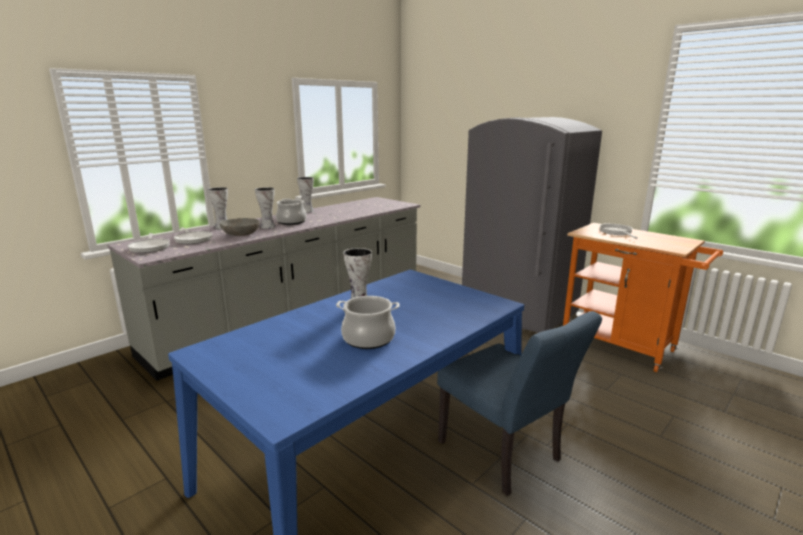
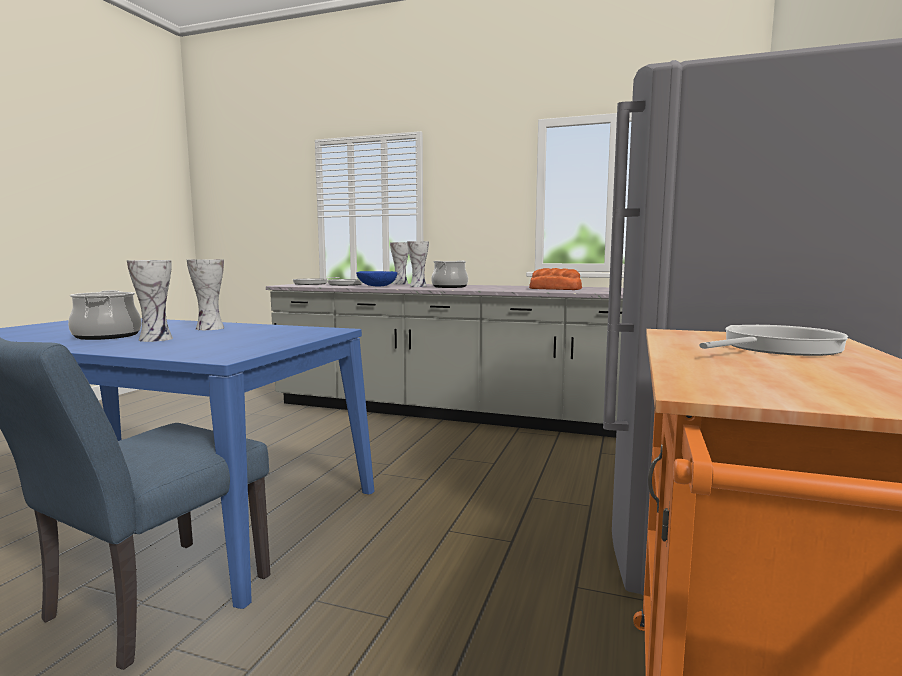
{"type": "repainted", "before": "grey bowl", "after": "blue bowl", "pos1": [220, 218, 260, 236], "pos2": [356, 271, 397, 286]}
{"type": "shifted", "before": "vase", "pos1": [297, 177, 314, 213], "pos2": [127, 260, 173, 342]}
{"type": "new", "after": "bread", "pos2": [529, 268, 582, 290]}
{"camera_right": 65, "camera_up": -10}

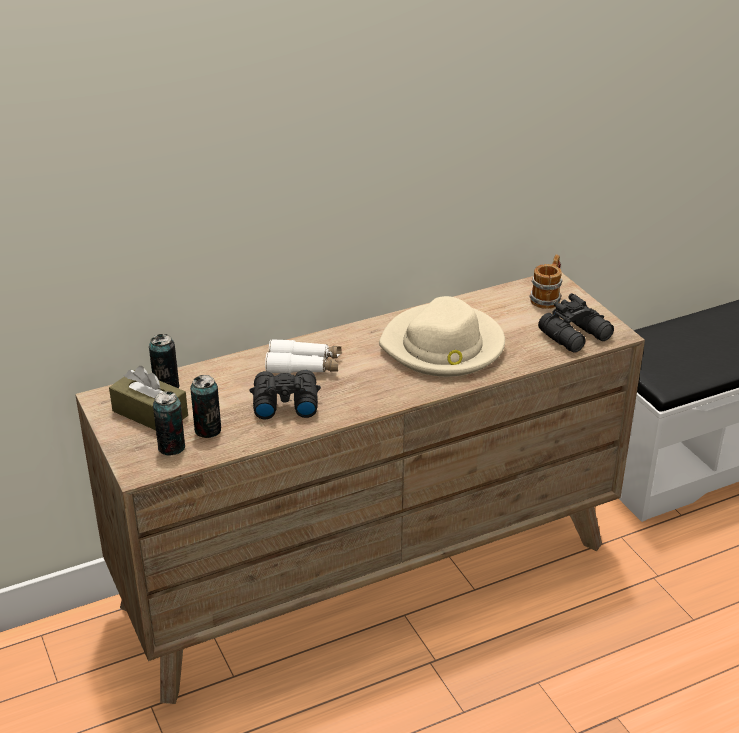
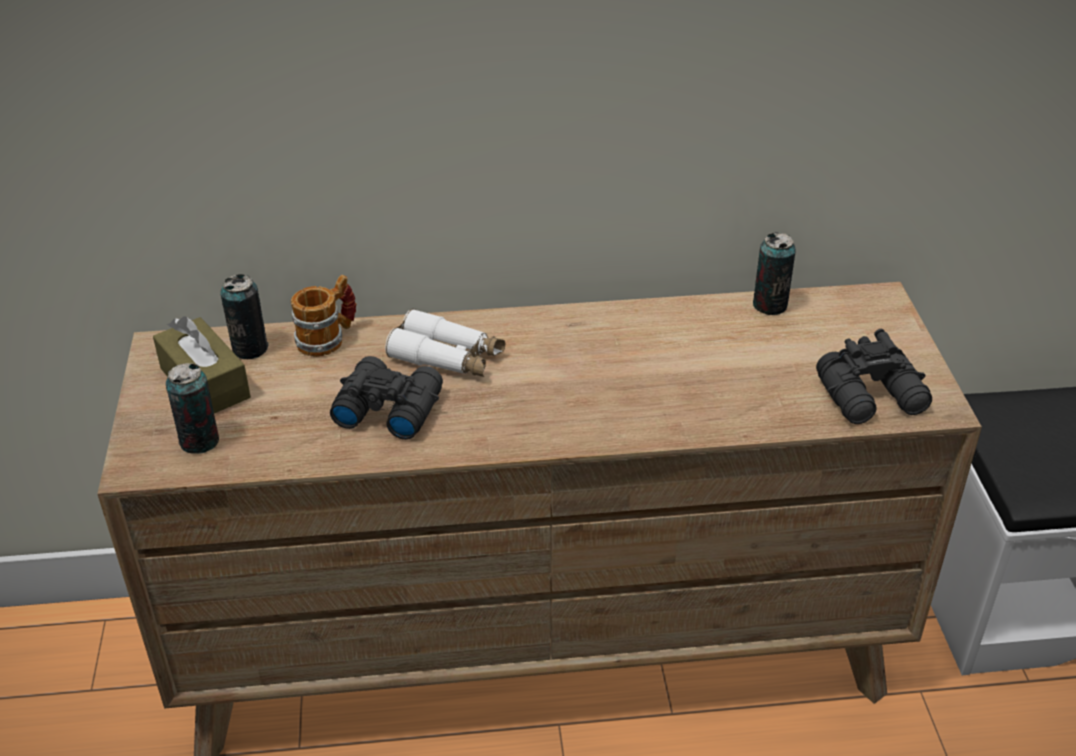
{"type": "shifted", "before": "can", "pos1": [190, 375, 221, 438], "pos2": [753, 232, 796, 315]}
{"type": "gone", "before": "beige hat", "pos1": [379, 296, 505, 377]}
{"type": "shifted", "before": "mug", "pos1": [529, 255, 563, 309], "pos2": [291, 275, 356, 357]}
{"camera_right": 20, "camera_up": 5}

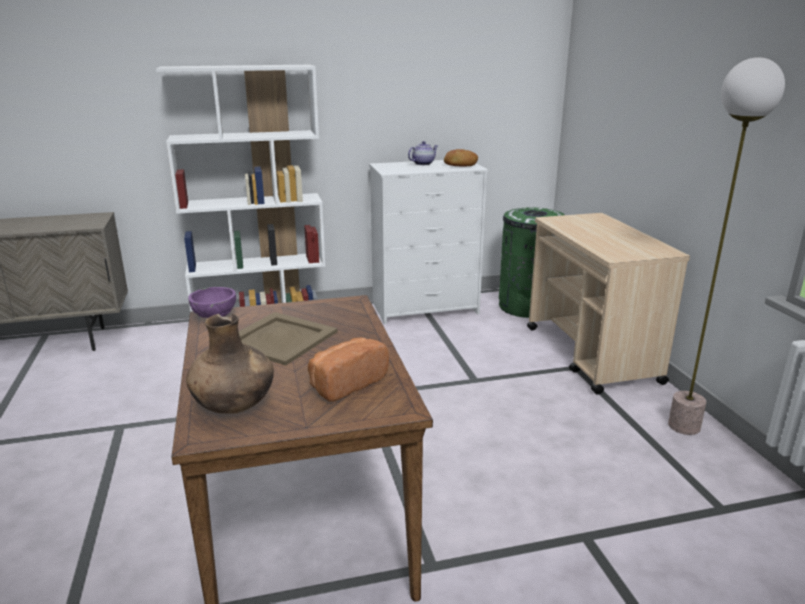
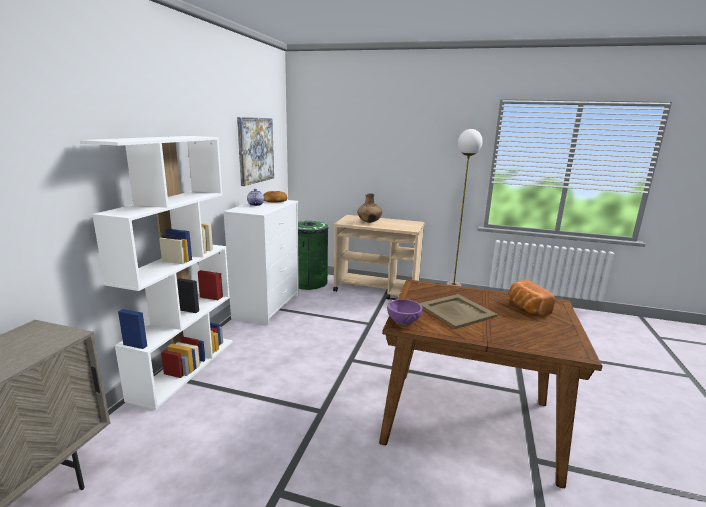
{"type": "shifted", "before": "brown vase", "pos1": [186, 314, 274, 414], "pos2": [357, 193, 382, 223]}
{"type": "new", "after": "picture", "pos2": [237, 117, 274, 186]}
{"camera_right": -60, "camera_up": -5}

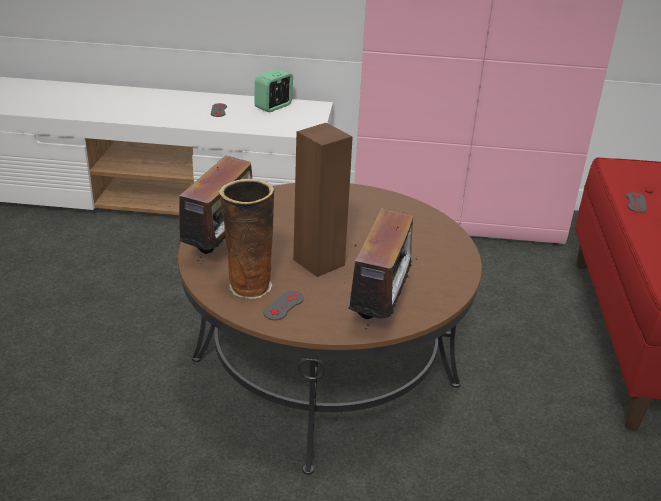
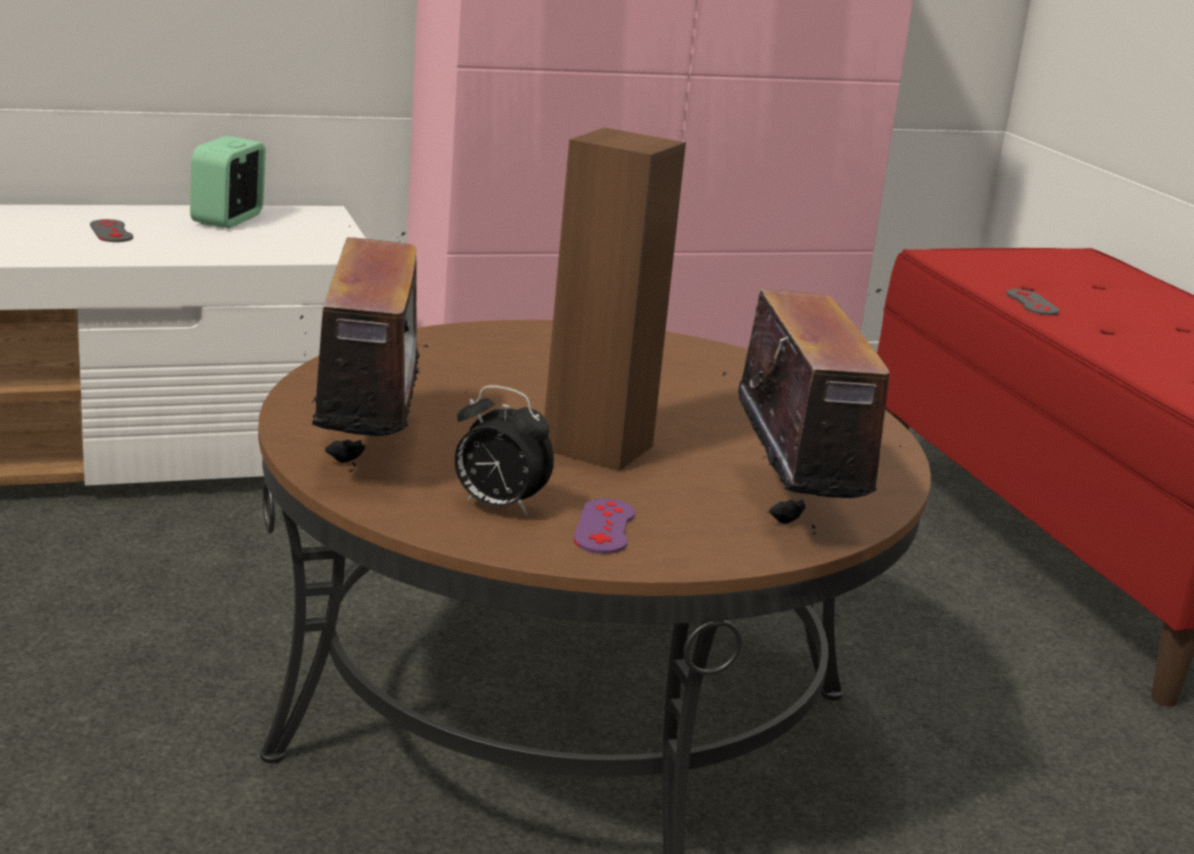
{"type": "swapped", "before": "vase", "after": "alarm clock", "pos1": [218, 179, 275, 299], "pos2": [455, 385, 554, 516]}
{"type": "repainted", "before": "grey game controller", "after": "purple game controller", "pos1": [263, 291, 304, 320], "pos2": [574, 498, 635, 554]}
{"camera_right": -25, "camera_up": -10}

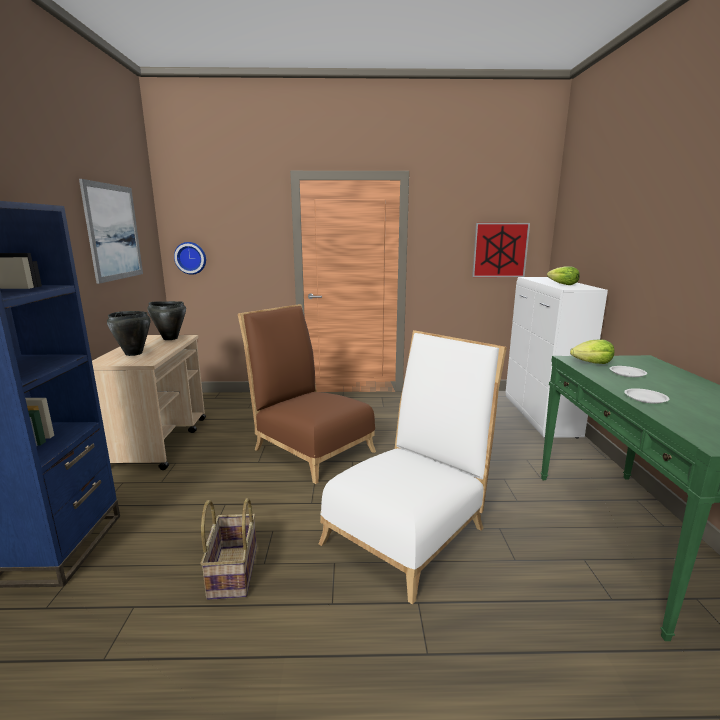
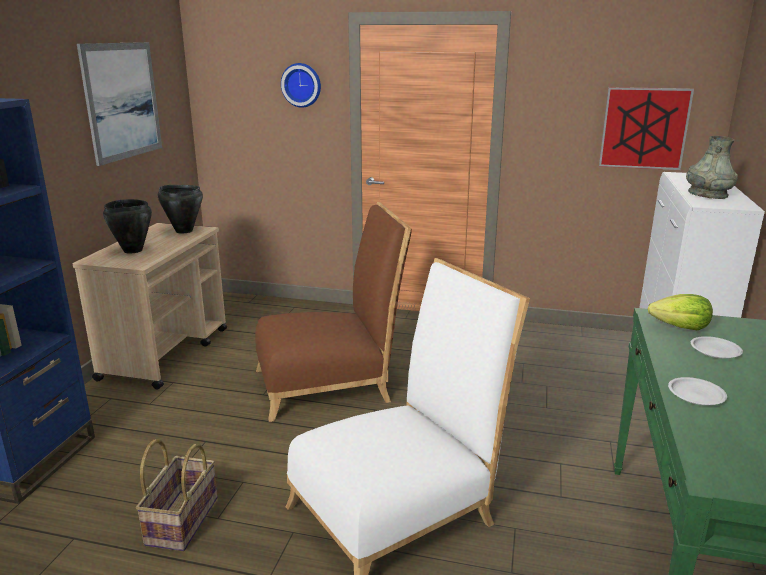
{"type": "shifted", "before": "wall clock", "pos1": [174, 242, 206, 275], "pos2": [281, 63, 321, 108]}
{"type": "rotated", "before": "brown chair", "pos1": [238, 304, 376, 484], "pos2": [255, 202, 412, 422], "turn": 105}
{"type": "swapped", "before": "lettuce", "after": "grey vase", "pos1": [547, 266, 580, 285], "pos2": [686, 136, 738, 199]}
{"camera_right": 15, "camera_up": 5}

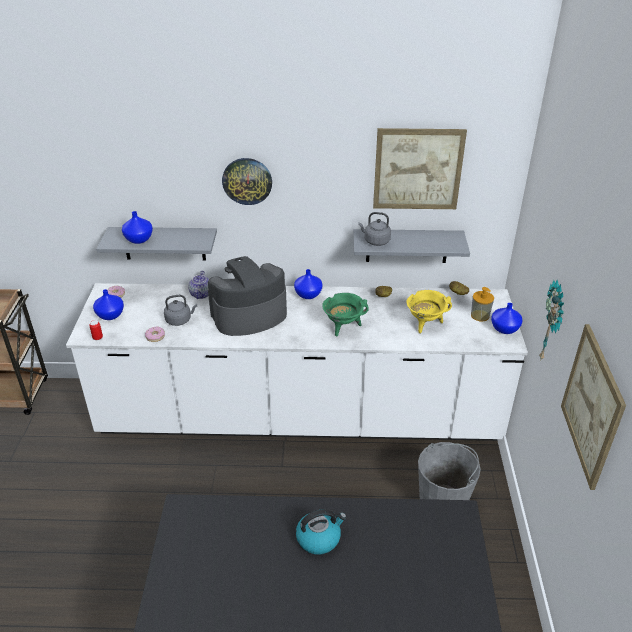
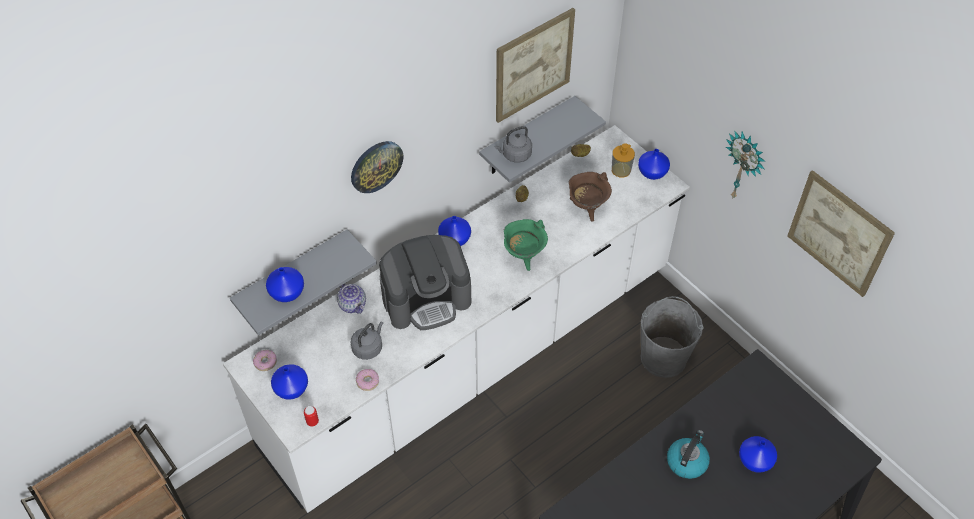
{"type": "rotated", "before": "coffee machine", "pos1": [208, 256, 287, 336], "pos2": [379, 235, 471, 330], "turn": -135}
{"type": "repainted", "before": "yellow cooking pot", "after": "brown cooking pot", "pos1": [406, 290, 452, 333], "pos2": [569, 172, 612, 222]}
{"type": "new", "after": "blue vase", "pos2": [739, 436, 777, 473]}
{"camera_right": -40, "camera_up": 15}

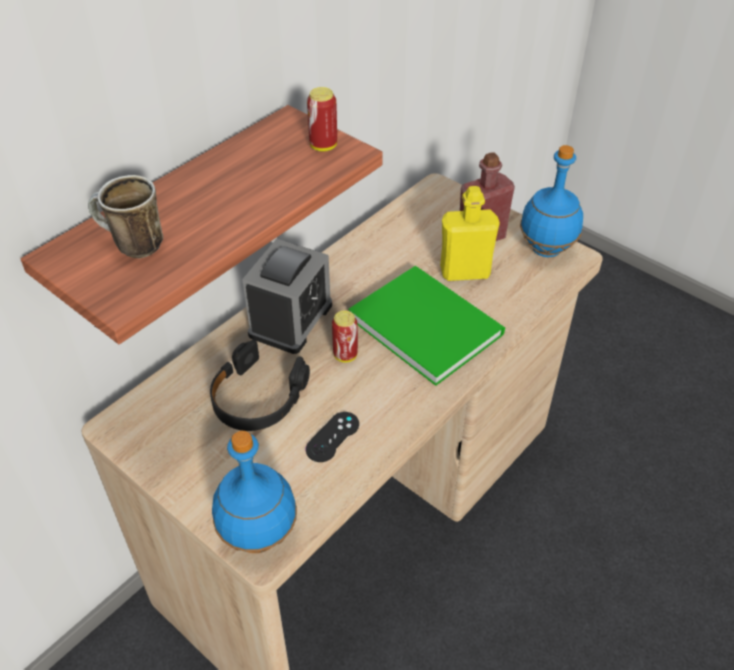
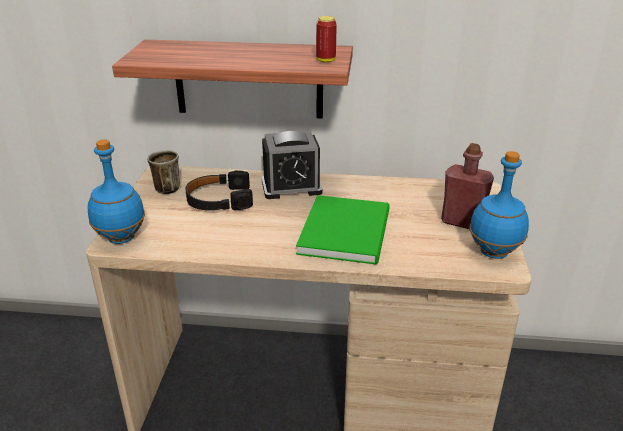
{"type": "shifted", "before": "mug", "pos1": [88, 175, 163, 258], "pos2": [147, 150, 180, 194]}
{"type": "gone", "before": "black game controller", "pos1": [306, 412, 359, 462]}
{"type": "gone", "before": "can", "pos1": [332, 311, 358, 363]}
{"type": "gone", "before": "yellow bottle", "pos1": [440, 186, 500, 281]}
{"camera_right": 55, "camera_up": -15}

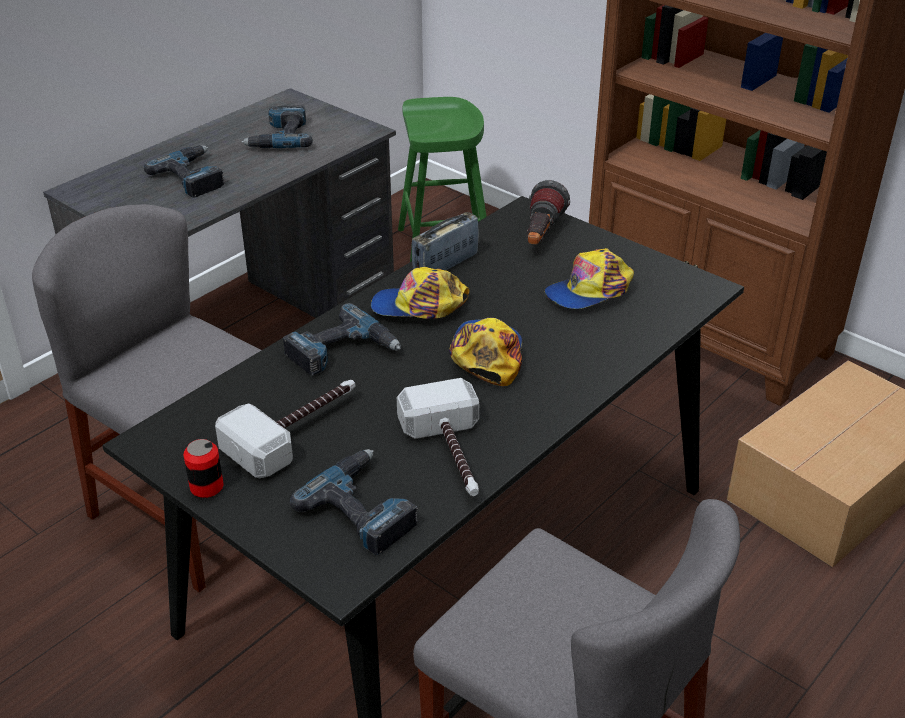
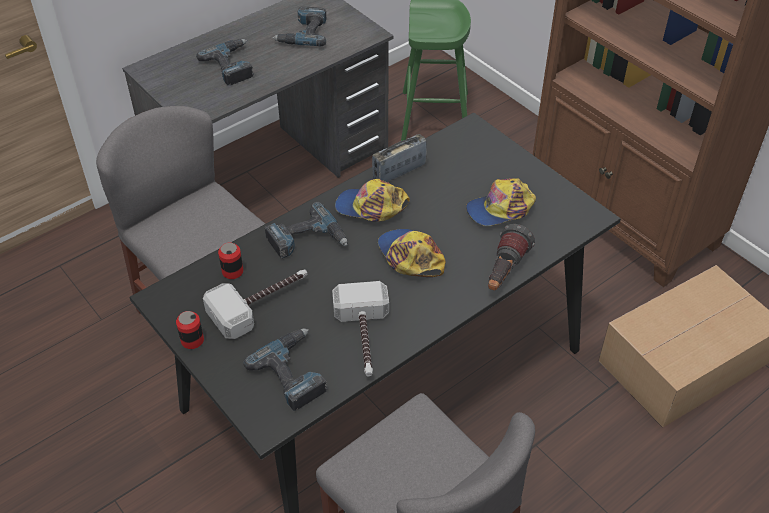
{"type": "rotated", "before": "cap", "pos1": [449, 318, 522, 386], "pos2": [378, 229, 446, 277], "turn": -45}
{"type": "shifted", "before": "flashlight", "pos1": [527, 180, 570, 245], "pos2": [488, 224, 535, 291]}
{"type": "new", "after": "can", "pos2": [218, 243, 243, 279]}
{"camera_right": 10, "camera_up": 10}

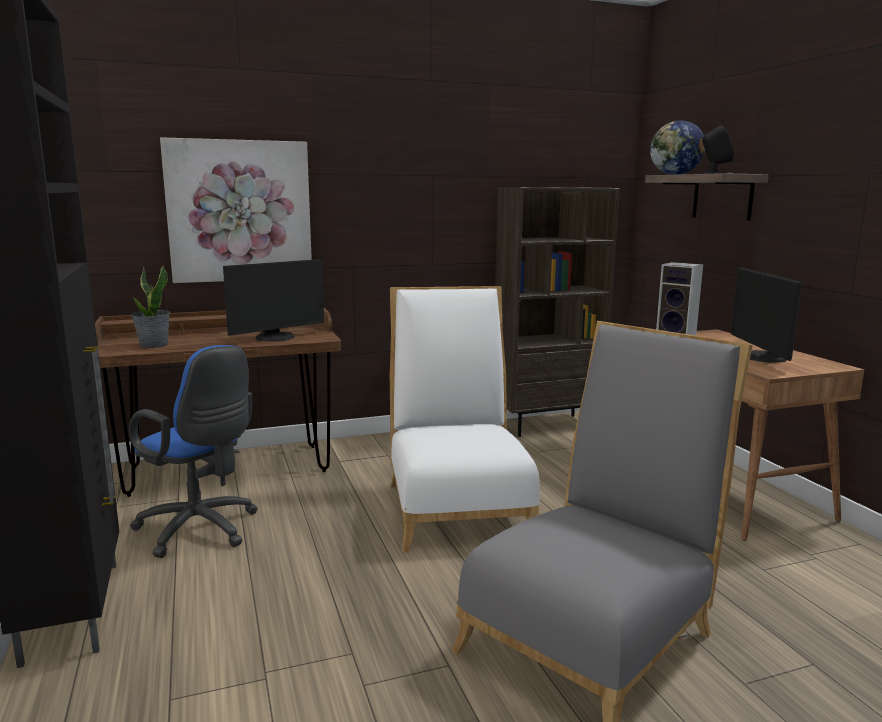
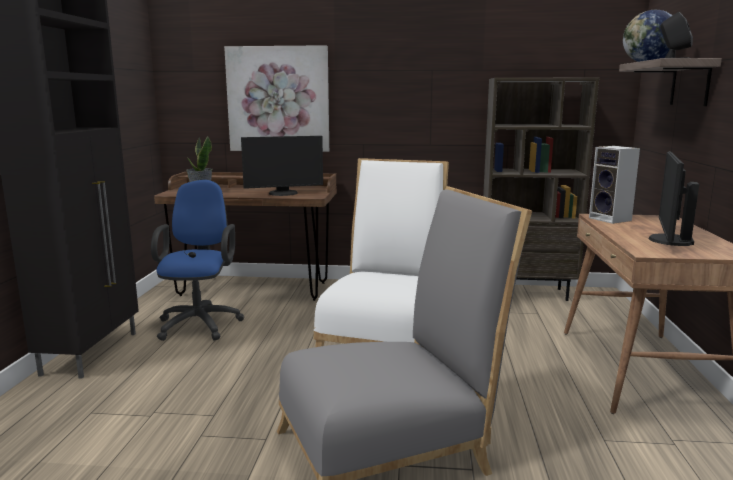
{"type": "rotated", "before": "blue office chair", "pos1": [129, 345, 258, 558], "pos2": [151, 180, 244, 341], "turn": -150}
{"camera_right": 25, "camera_up": 0}

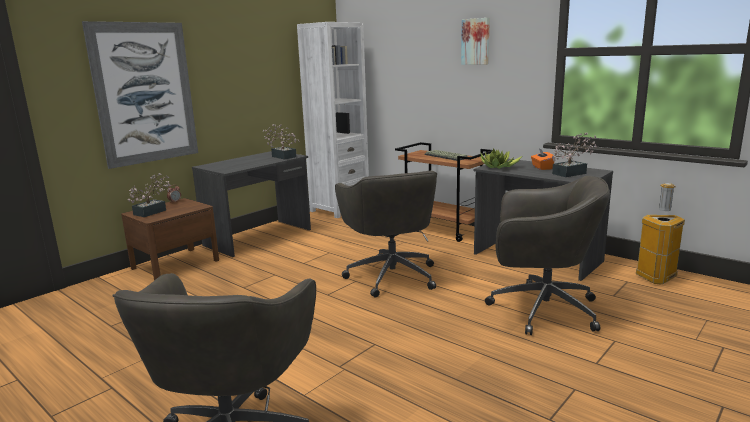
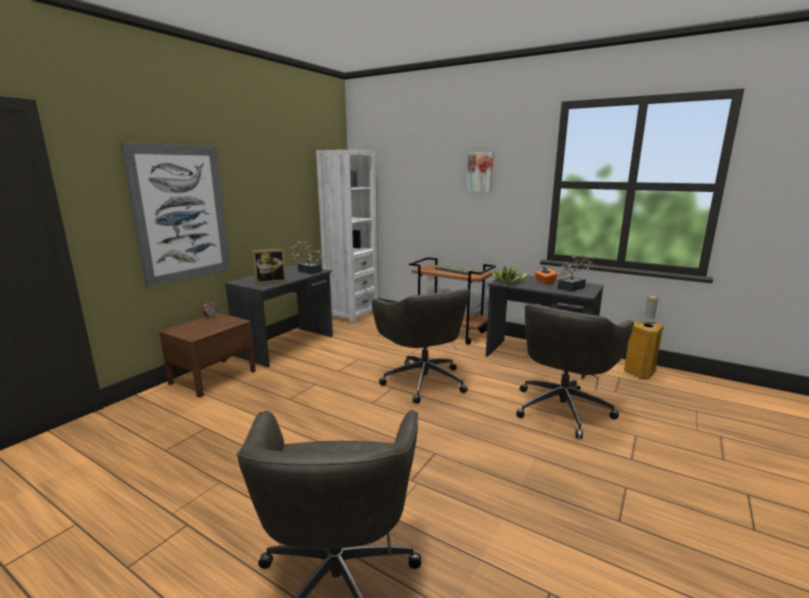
{"type": "gone", "before": "potted plant", "pos1": [127, 173, 171, 217]}
{"type": "rotated", "before": "grey office chair", "pos1": [485, 176, 610, 335], "pos2": [516, 304, 634, 439], "turn": 120}
{"type": "new", "after": "picture frame", "pos2": [252, 249, 287, 284]}
{"camera_right": -10, "camera_up": 0}

